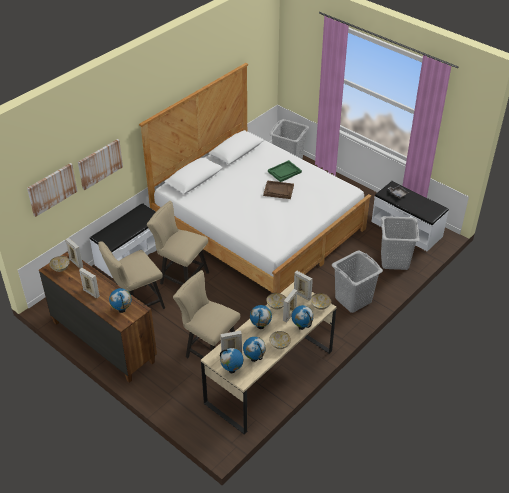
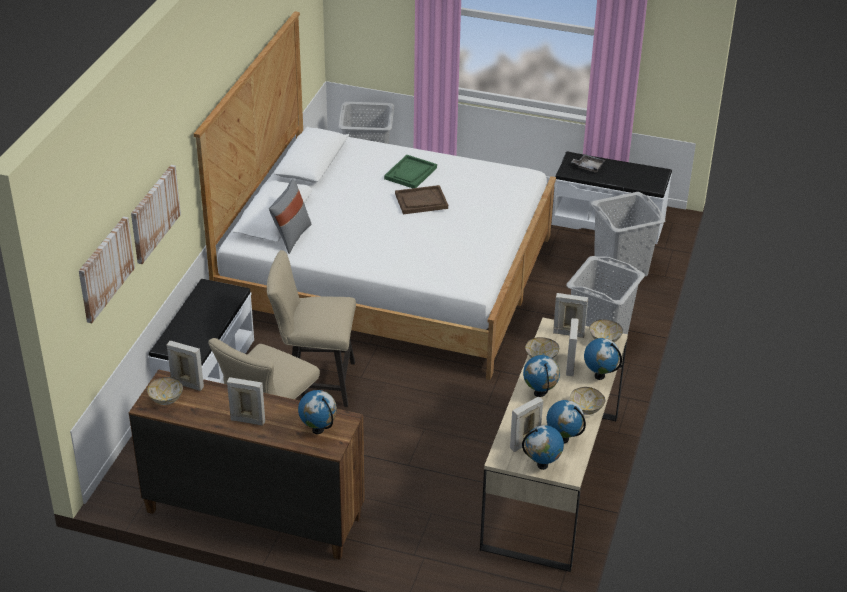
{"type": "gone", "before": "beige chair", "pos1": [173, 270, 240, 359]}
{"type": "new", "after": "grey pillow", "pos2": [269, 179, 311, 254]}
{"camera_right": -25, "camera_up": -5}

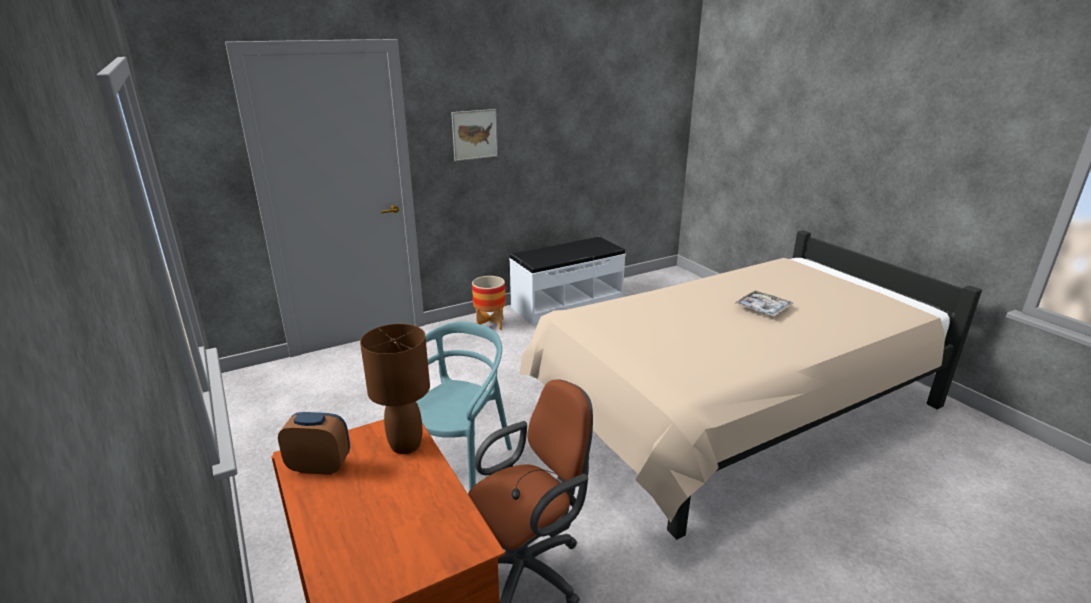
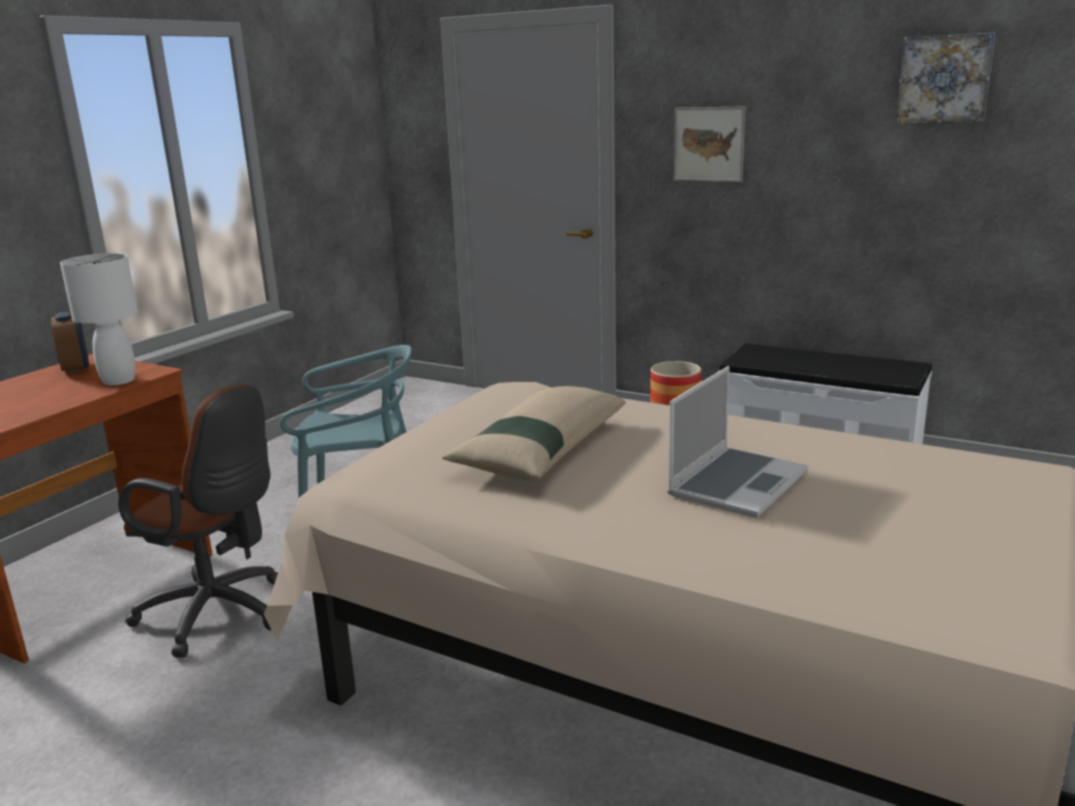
{"type": "repainted", "before": "brown table lamp", "after": "white table lamp", "pos1": [360, 324, 430, 454], "pos2": [60, 253, 138, 386]}
{"type": "swapped", "before": "tray", "after": "laptop", "pos1": [735, 290, 793, 316], "pos2": [668, 366, 808, 518]}
{"type": "new", "after": "beige pillow", "pos2": [442, 386, 626, 481]}
{"type": "new", "after": "picture", "pos2": [896, 33, 995, 123]}
{"camera_right": 60, "camera_up": -5}

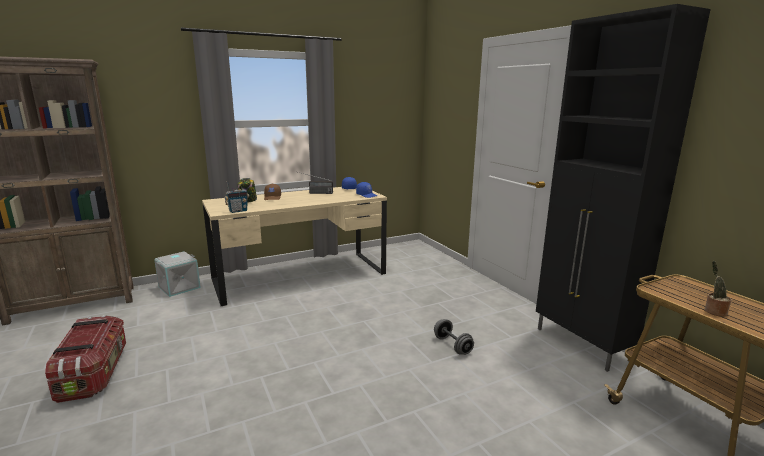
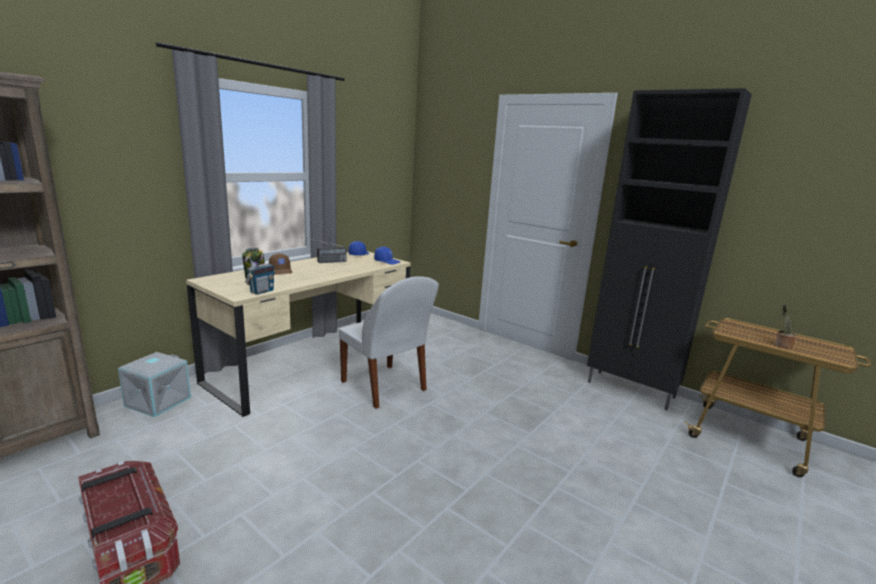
{"type": "gone", "before": "grey dumbbell", "pos1": [434, 319, 474, 355]}
{"type": "new", "after": "white chair", "pos2": [339, 277, 439, 409]}
{"camera_right": -25, "camera_up": 0}

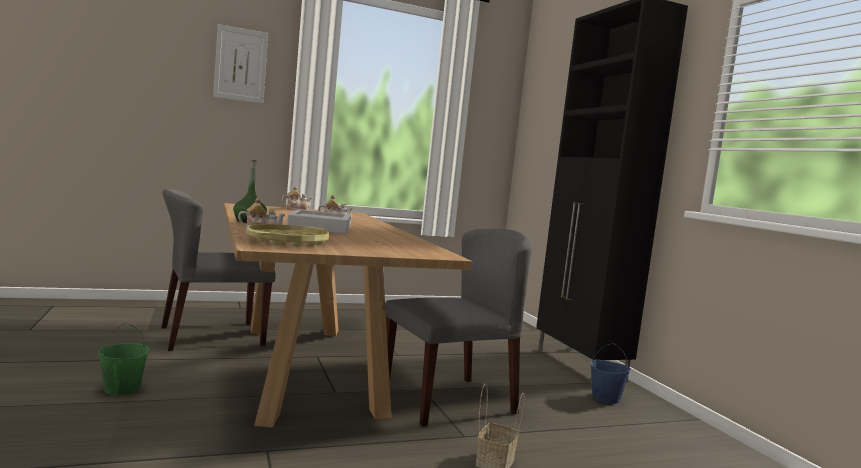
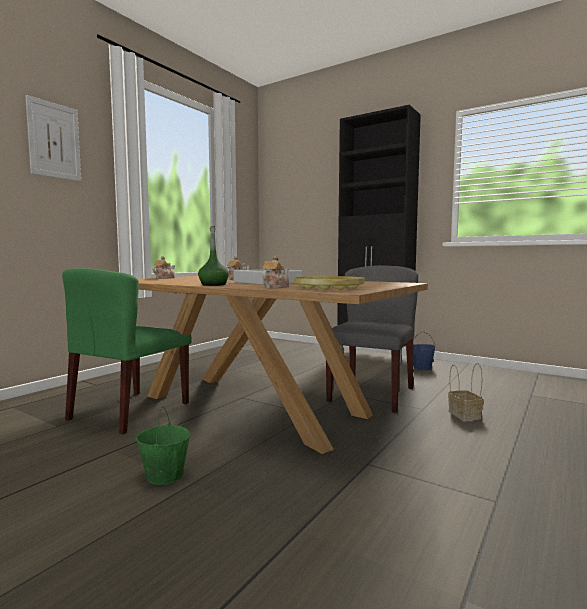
{"type": "repainted", "before": "grey chair", "after": "green chair", "pos1": [161, 189, 276, 351], "pos2": [62, 268, 192, 434]}
{"camera_right": -35, "camera_up": 0}

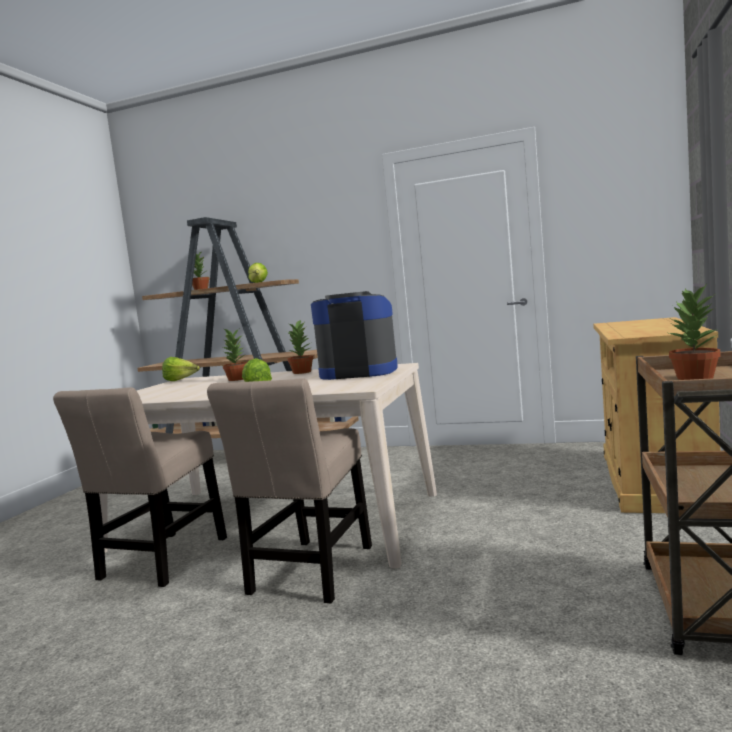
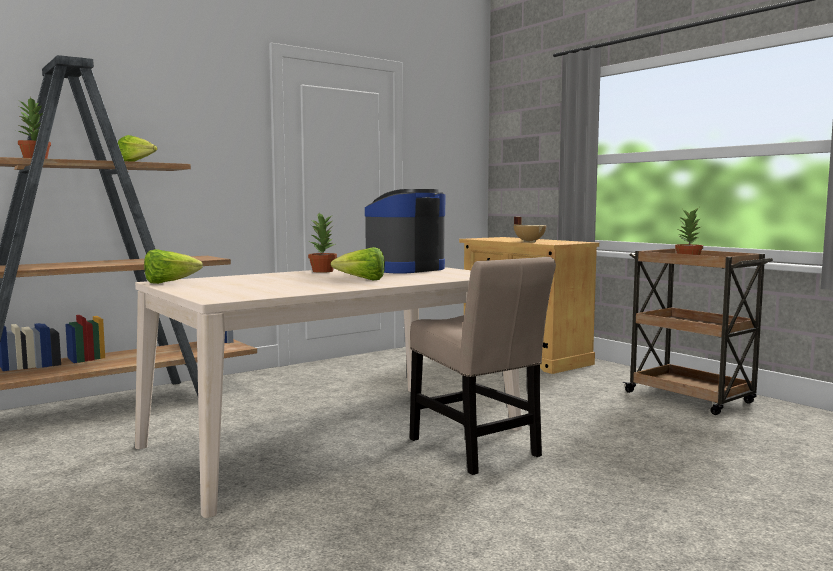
{"type": "gone", "before": "beige chair", "pos1": [53, 387, 227, 587]}
{"type": "gone", "before": "potted plant", "pos1": [223, 329, 247, 381]}
{"type": "new", "after": "beige cooking pot", "pos2": [514, 217, 547, 242]}
{"camera_right": -55, "camera_up": 0}

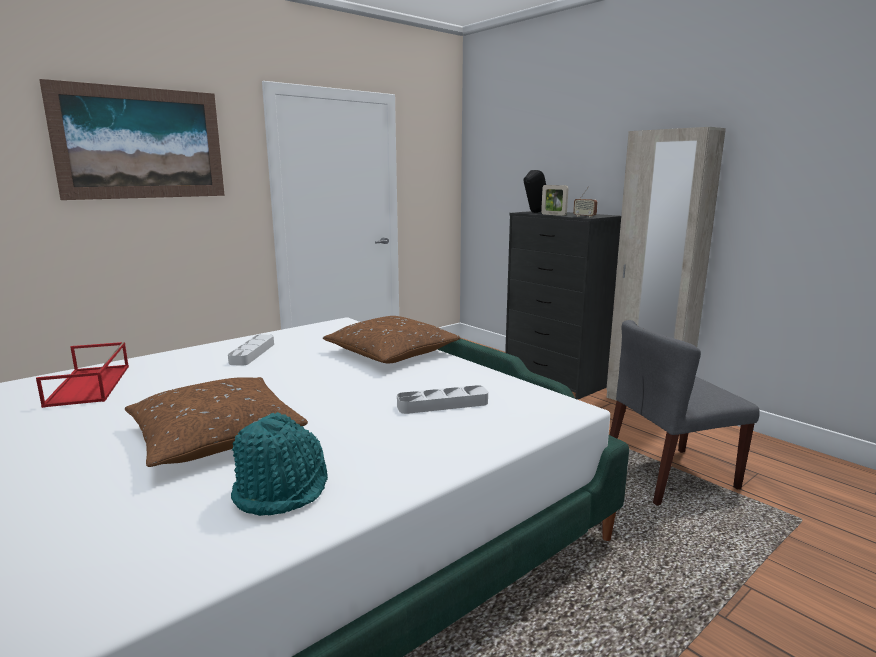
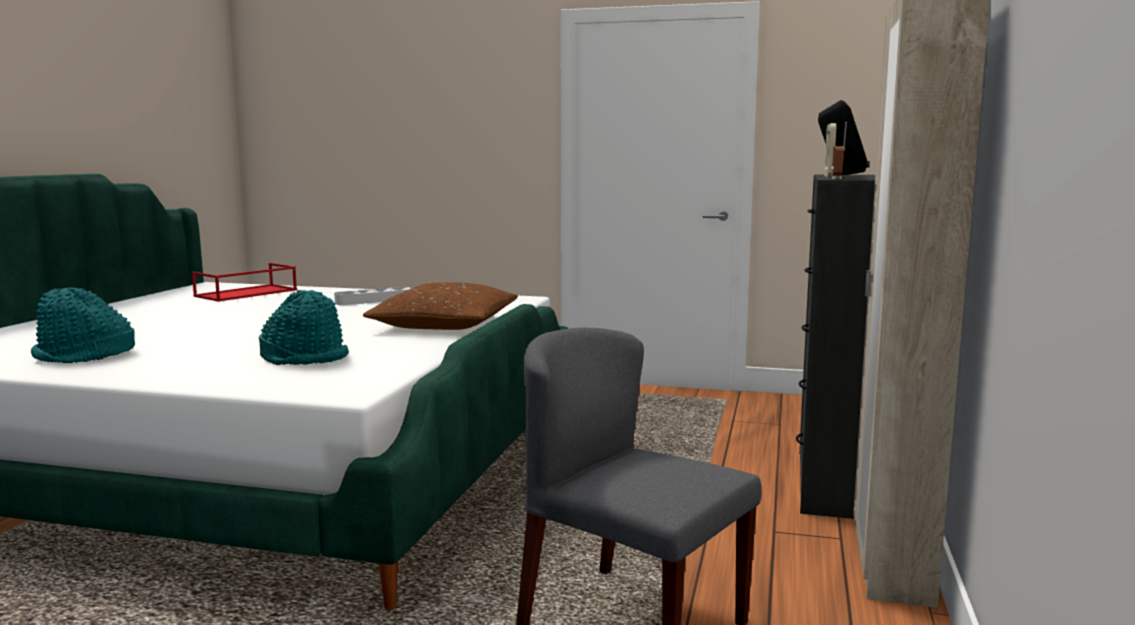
{"type": "gone", "before": "picture", "pos1": [39, 79, 225, 200]}
{"type": "gone", "before": "brown pillow", "pos1": [125, 377, 308, 467]}
{"type": "swapped", "before": "grey tray", "after": "turquoise hat", "pos1": [397, 385, 488, 414], "pos2": [259, 290, 349, 365]}
{"camera_right": 55, "camera_up": -5}

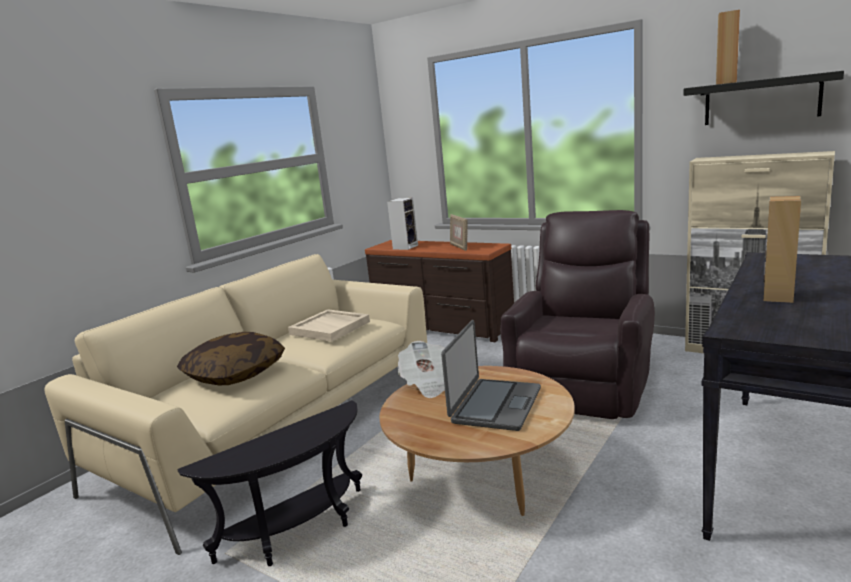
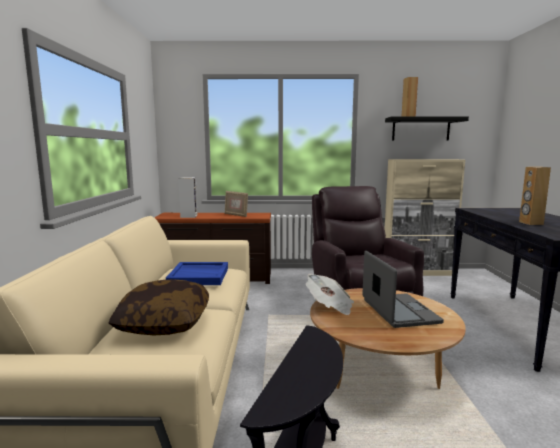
{"type": "repainted", "before": "beige tray", "after": "blue tray", "pos1": [288, 309, 370, 342], "pos2": [166, 262, 228, 285]}
{"camera_right": -35, "camera_up": -5}

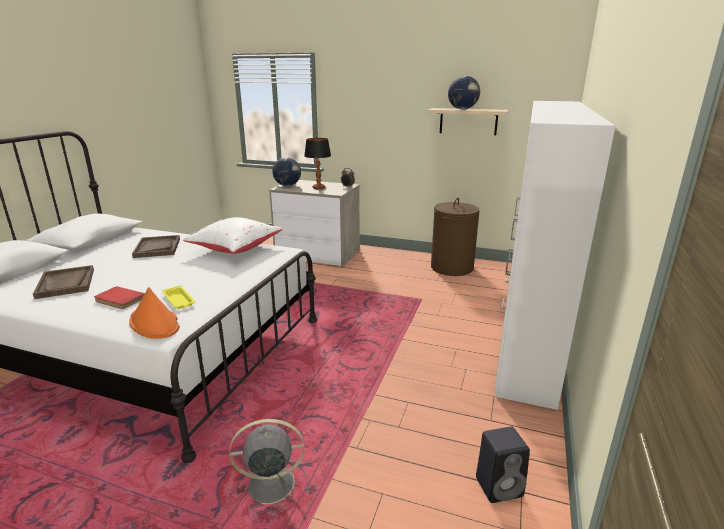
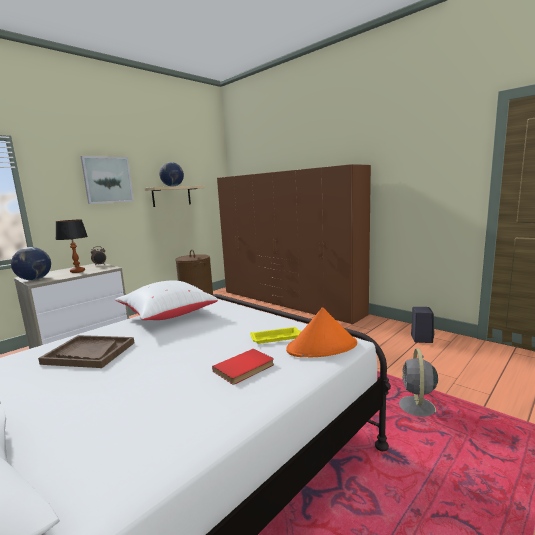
{"type": "gone", "before": "brown tray", "pos1": [33, 265, 94, 299]}
{"type": "repainted", "before": "white wardrobe", "after": "brown wardrobe", "pos1": [494, 101, 615, 410], "pos2": [217, 164, 371, 325]}
{"type": "new", "after": "picture", "pos2": [81, 156, 134, 204]}
{"camera_right": -65, "camera_up": -10}

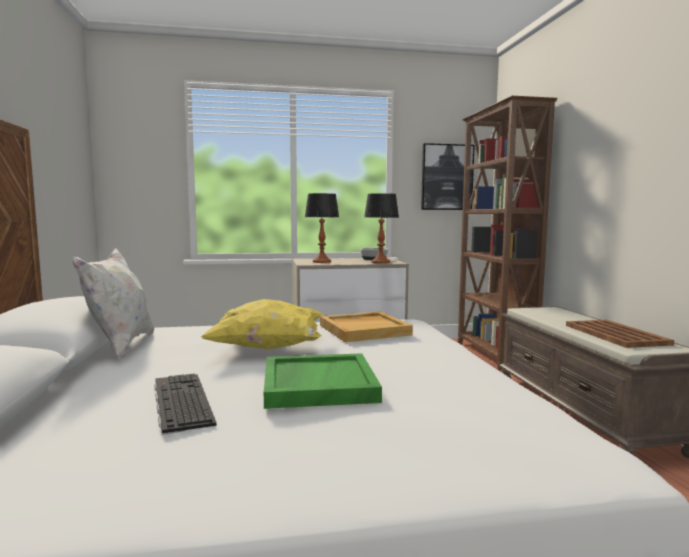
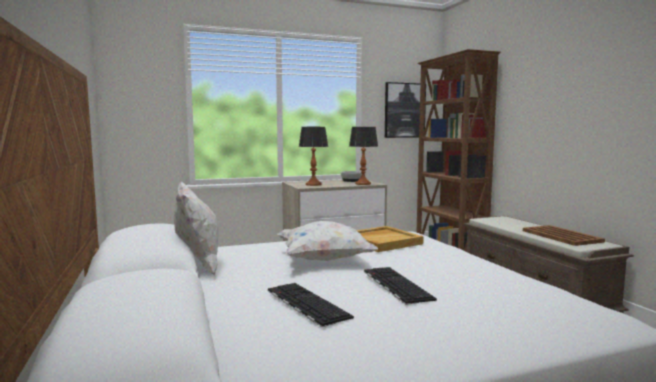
{"type": "repainted", "before": "yellow pillow", "after": "white pillow", "pos1": [201, 299, 323, 349], "pos2": [278, 221, 378, 261]}
{"type": "swapped", "before": "green tray", "after": "keyboard", "pos1": [264, 353, 382, 409], "pos2": [364, 267, 437, 305]}
{"camera_right": -10, "camera_up": 0}

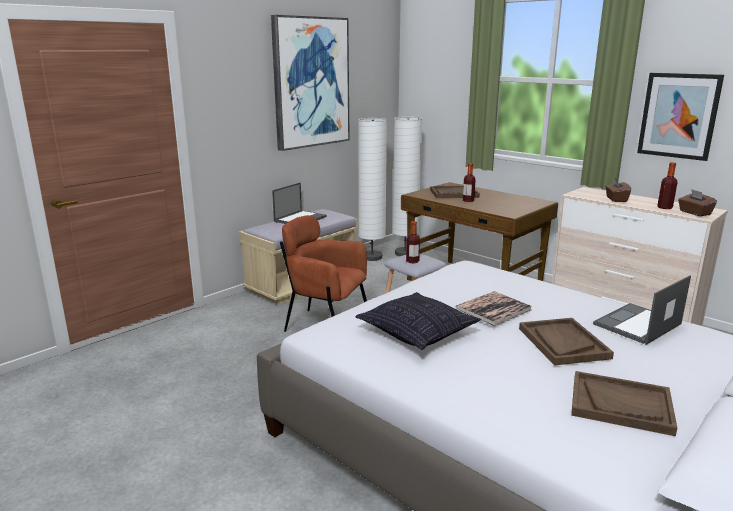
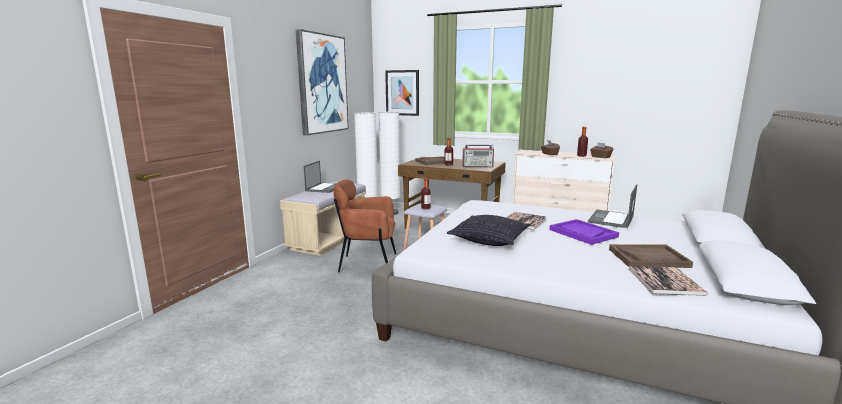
{"type": "repainted", "before": "brown tray", "after": "purple tray", "pos1": [519, 318, 614, 366], "pos2": [549, 219, 619, 245]}
{"type": "shifted", "before": "picture", "pos1": [637, 73, 724, 161], "pos2": [385, 70, 419, 116]}
{"type": "new", "after": "radio", "pos2": [462, 145, 494, 167]}
{"type": "new", "after": "book", "pos2": [629, 266, 708, 296]}
{"camera_right": -20, "camera_up": -5}

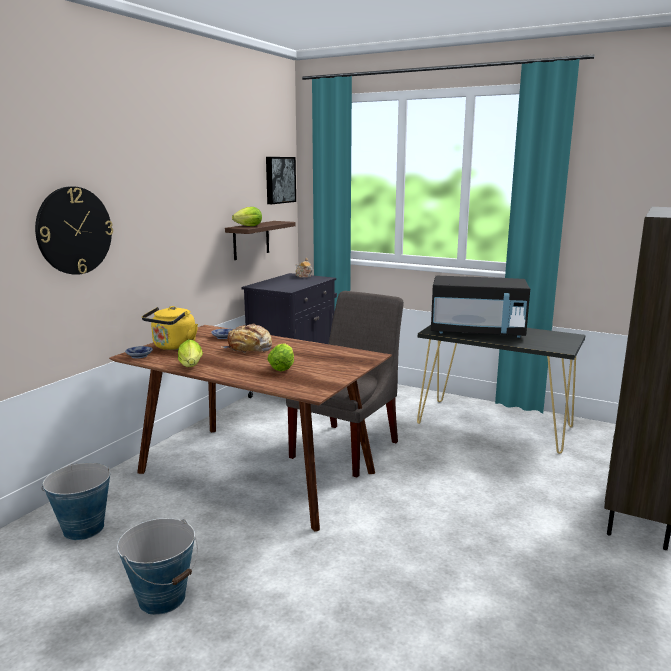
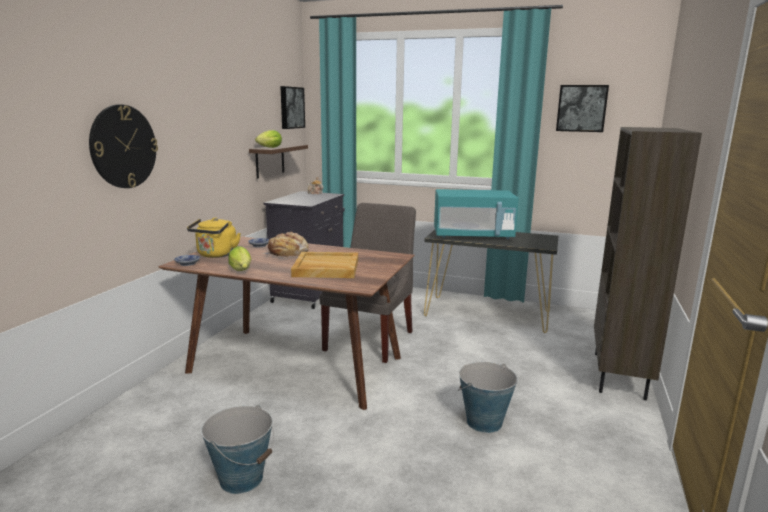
{"type": "shifted", "before": "bucket", "pos1": [42, 463, 110, 540], "pos2": [457, 362, 518, 433]}
{"type": "swapped", "before": "lettuce", "after": "beige tray", "pos1": [267, 344, 294, 372], "pos2": [291, 252, 358, 278]}
{"type": "repainted", "before": "black microwave", "after": "turquoise microwave", "pos1": [431, 275, 530, 338], "pos2": [434, 189, 519, 239]}
{"type": "new", "after": "picture", "pos2": [556, 85, 609, 132]}
{"camera_right": -10, "camera_up": 0}

